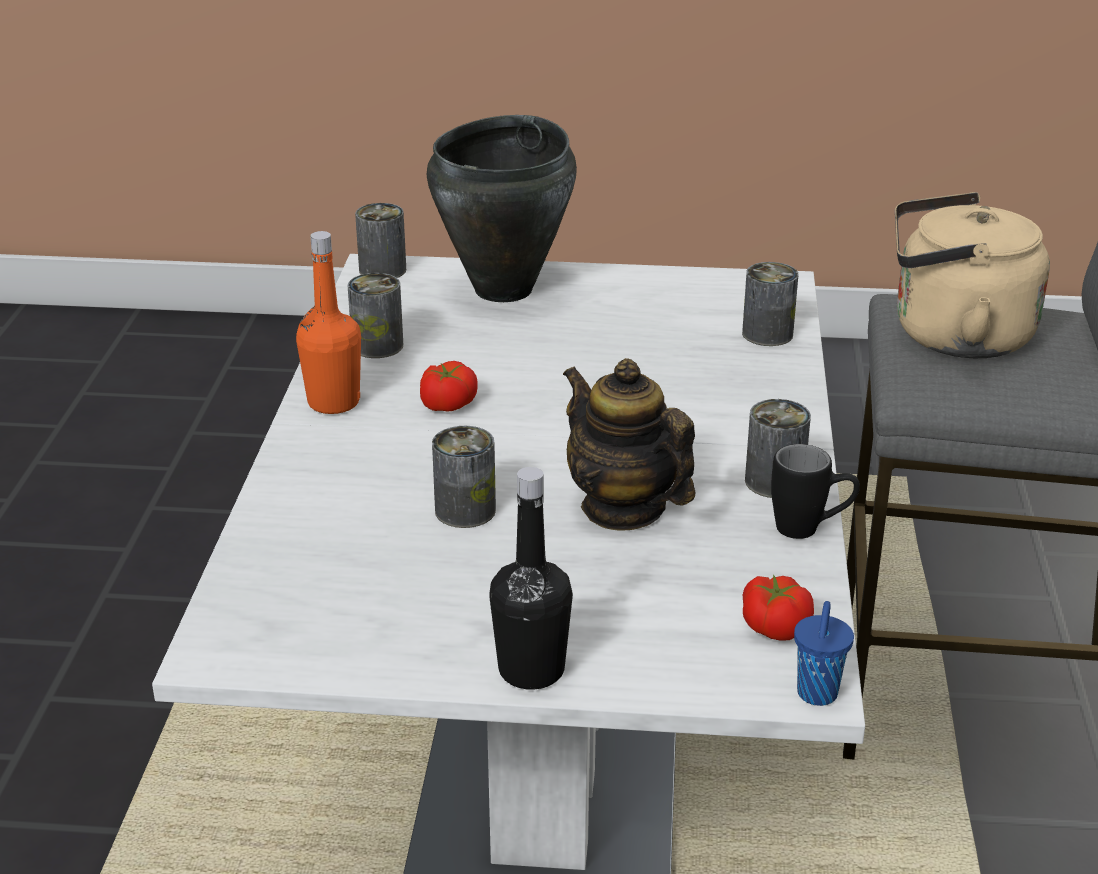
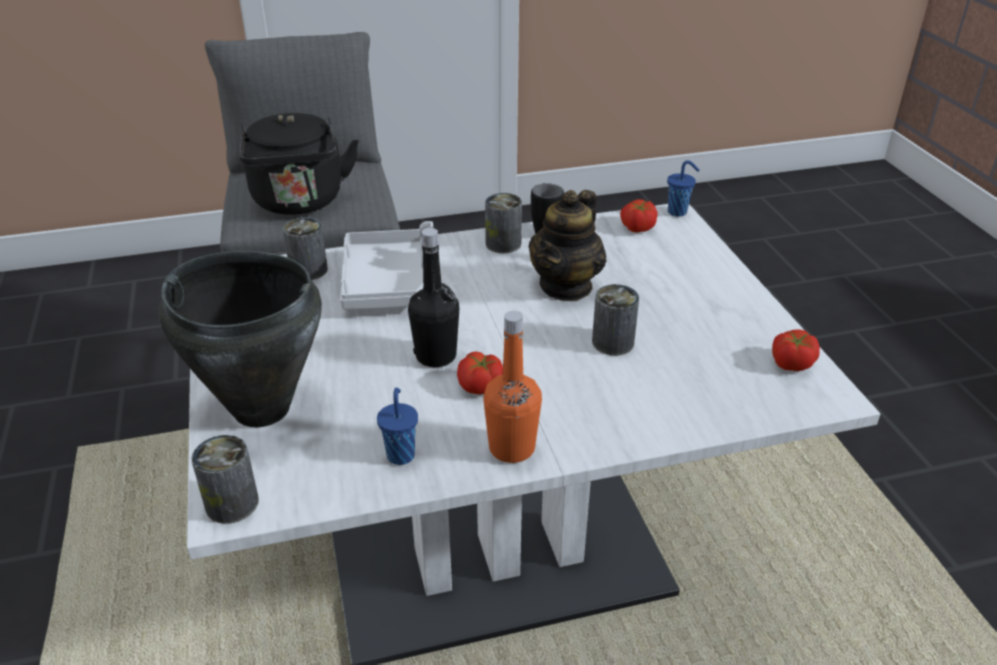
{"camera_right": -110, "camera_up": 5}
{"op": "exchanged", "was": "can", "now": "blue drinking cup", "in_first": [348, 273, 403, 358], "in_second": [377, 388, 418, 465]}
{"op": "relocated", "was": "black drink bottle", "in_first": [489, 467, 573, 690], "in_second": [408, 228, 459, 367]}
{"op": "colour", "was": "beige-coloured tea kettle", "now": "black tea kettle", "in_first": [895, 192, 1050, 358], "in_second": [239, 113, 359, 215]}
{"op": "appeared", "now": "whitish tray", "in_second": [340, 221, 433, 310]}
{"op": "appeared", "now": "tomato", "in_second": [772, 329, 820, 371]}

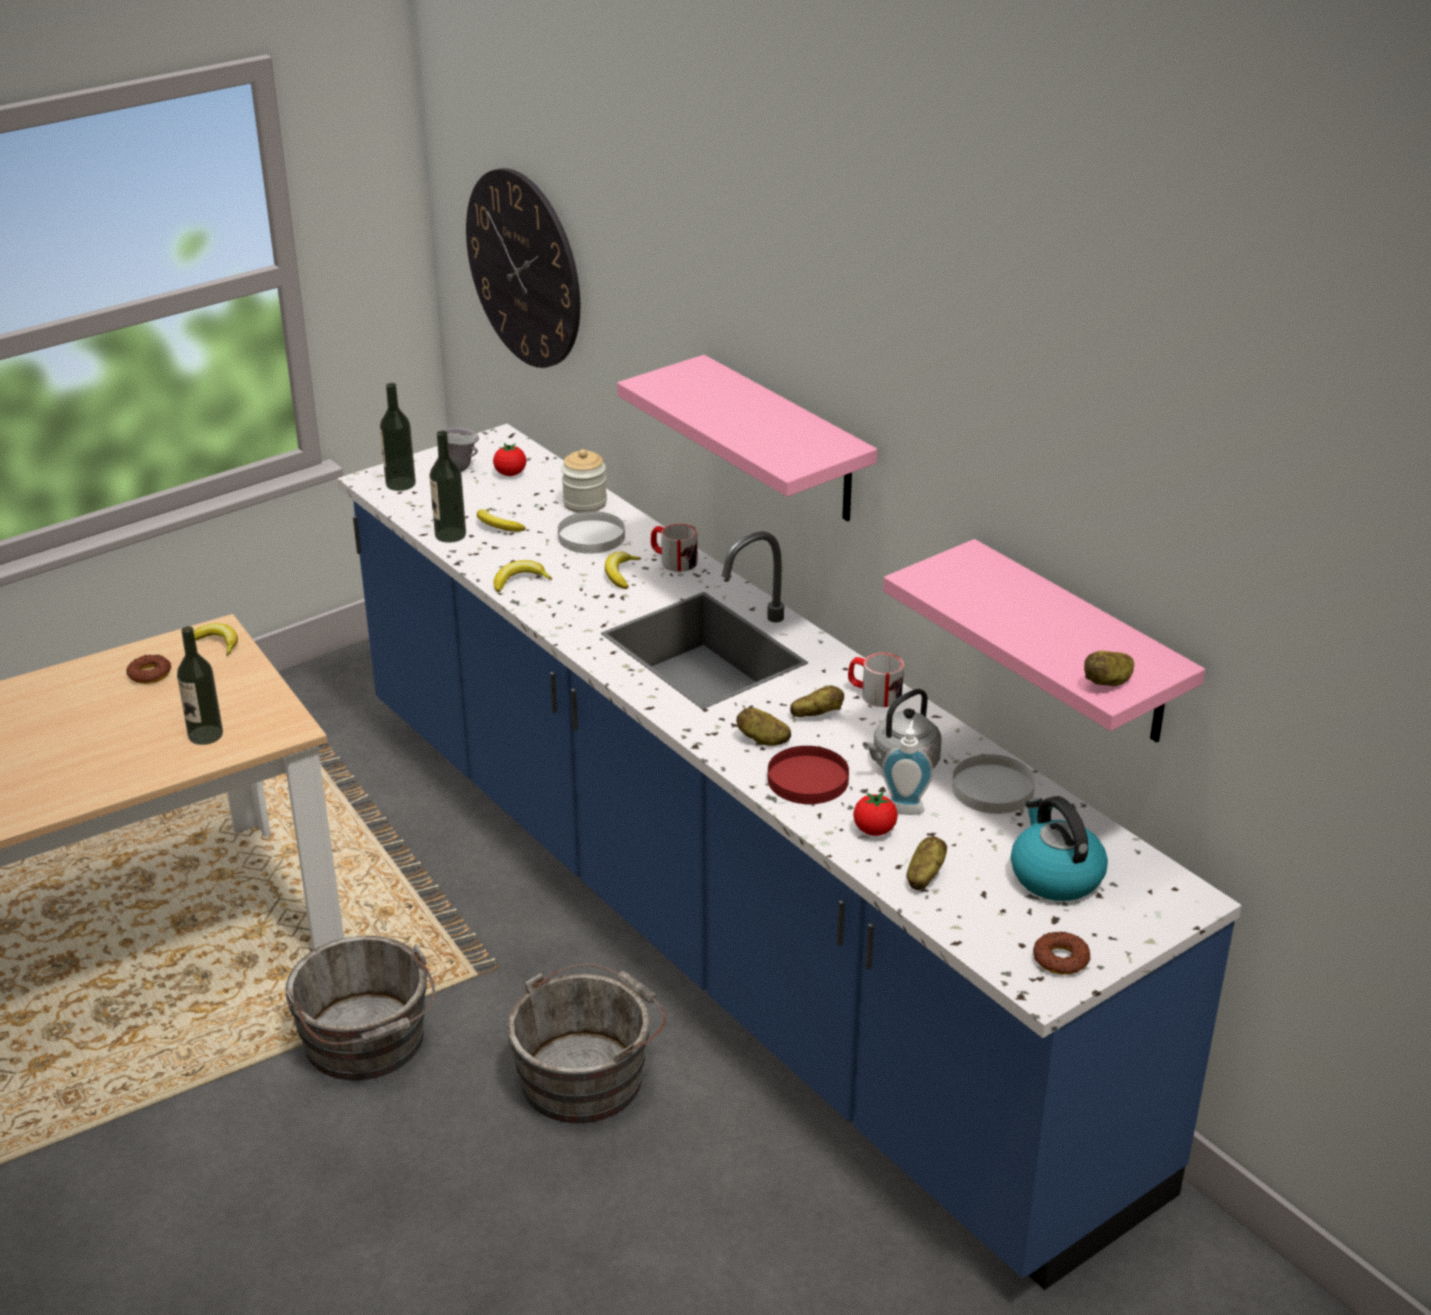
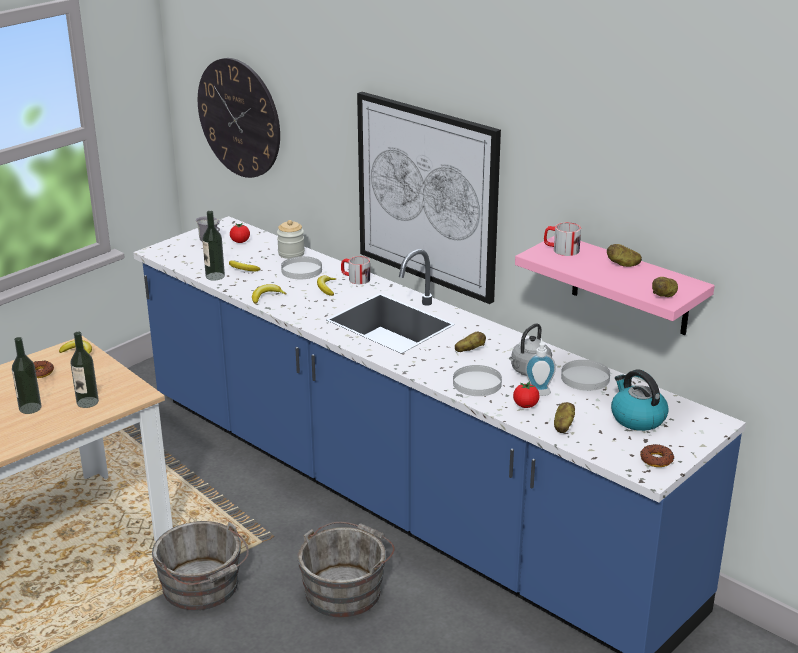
{"camera_right": -10, "camera_up": -5}
{"op": "relocated", "was": "drink bottle", "in_first": [380, 383, 416, 491], "in_second": [12, 337, 41, 414]}
{"op": "exchanged", "was": "pink wall shelf", "now": "picture", "in_first": [617, 355, 877, 521], "in_second": [357, 92, 501, 304]}
{"op": "relocated", "was": "spud", "in_first": [736, 708, 791, 746], "in_second": [607, 244, 642, 267]}
{"op": "colour", "was": "reddish flat dish", "now": "whitish flat dish", "in_first": [768, 746, 849, 804], "in_second": [453, 365, 502, 396]}
{"op": "relocated", "was": "mug", "in_first": [848, 653, 904, 707], "in_second": [544, 222, 581, 256]}

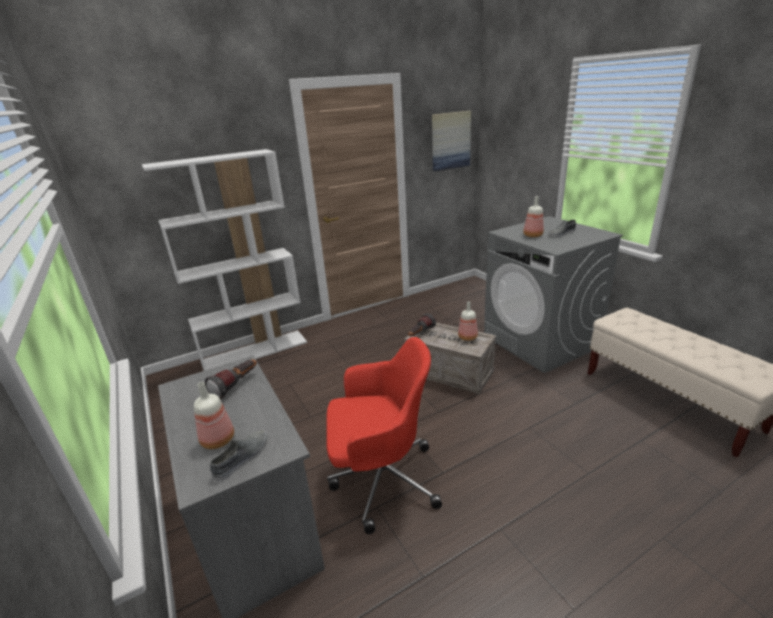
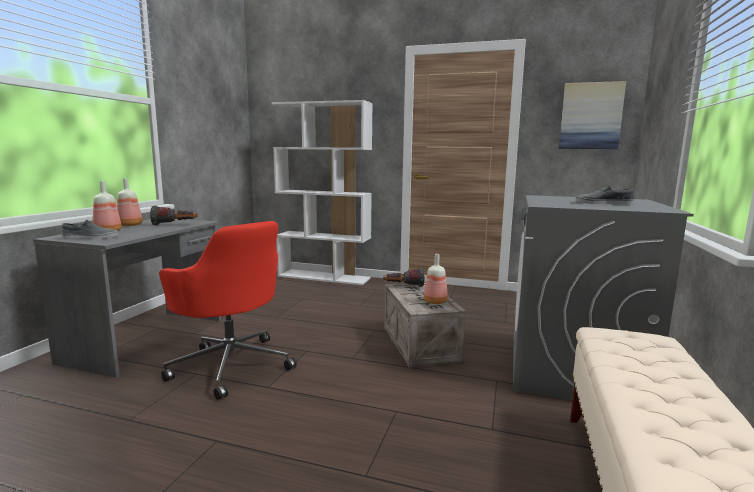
{"camera_right": 45, "camera_up": -15}
{"op": "relocated", "was": "drink bottle", "in_first": [523, 196, 544, 237], "in_second": [117, 178, 142, 226]}

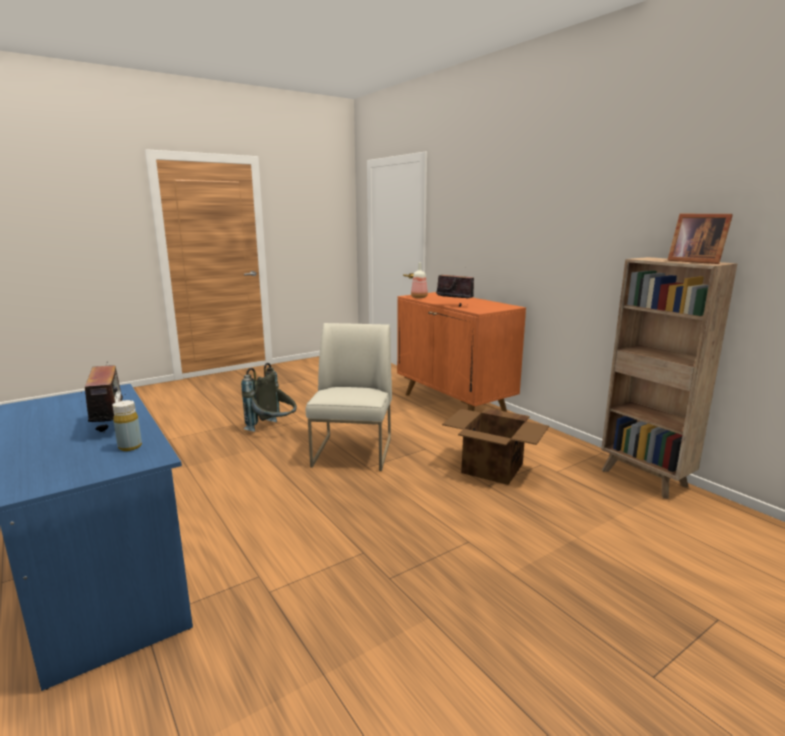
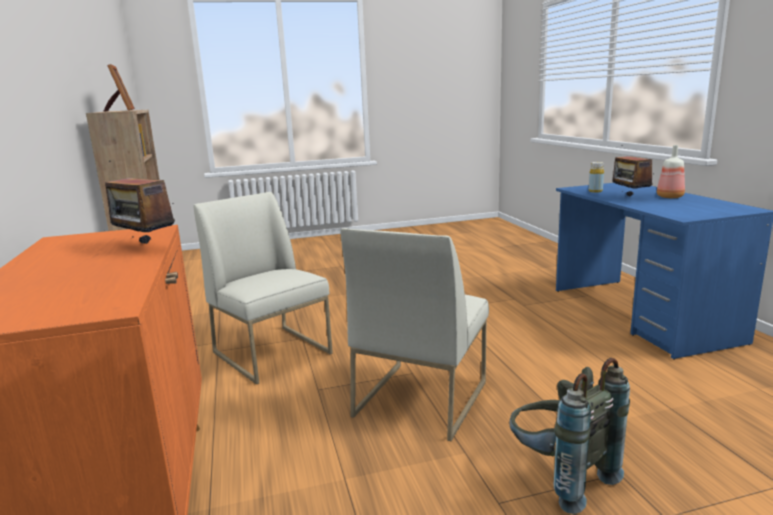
{"camera_right": -160, "camera_up": 0}
{"op": "relocated", "was": "drink bottle", "in_first": [411, 262, 428, 298], "in_second": [657, 145, 685, 198]}
{"op": "exchanged", "was": "packing box", "now": "whitish chair", "in_first": [442, 408, 549, 485], "in_second": [193, 192, 333, 384]}

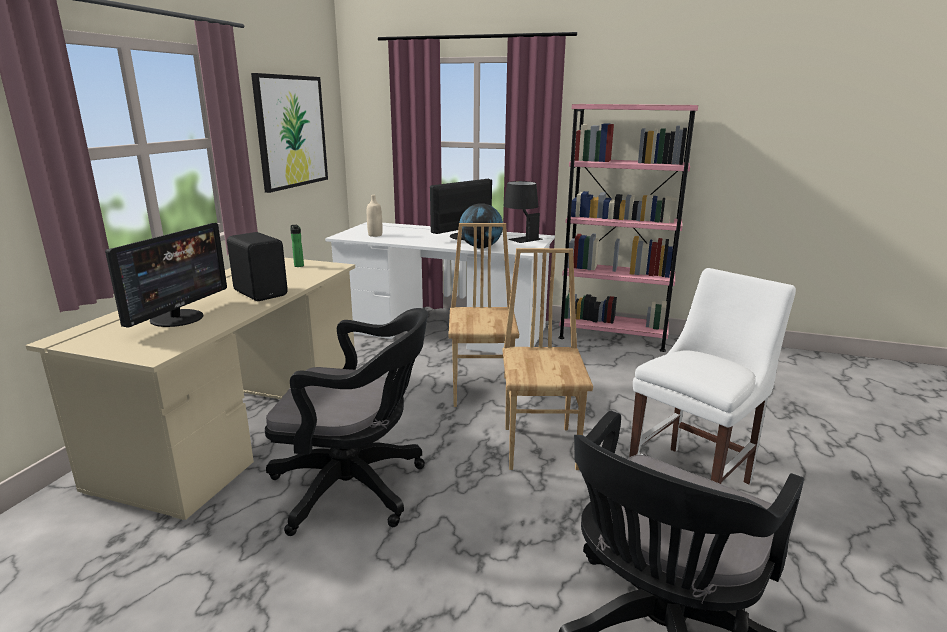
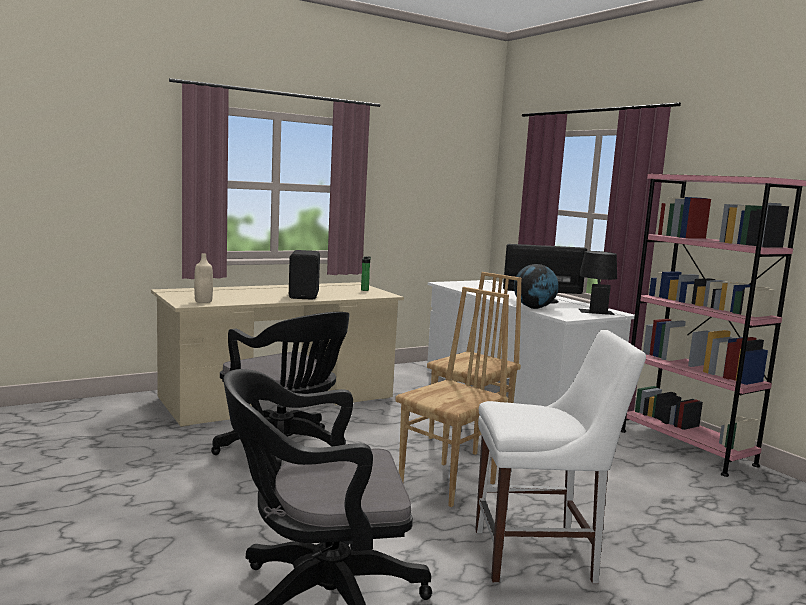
{"camera_right": 40, "camera_up": -10}
{"op": "missing", "was": "monitor", "in_first": [105, 223, 227, 327]}
{"op": "missing", "was": "picture", "in_first": [251, 73, 328, 193]}
{"op": "relocated", "was": "beige-coloured drink bottle", "in_first": [367, 195, 382, 237], "in_second": [194, 253, 213, 303]}

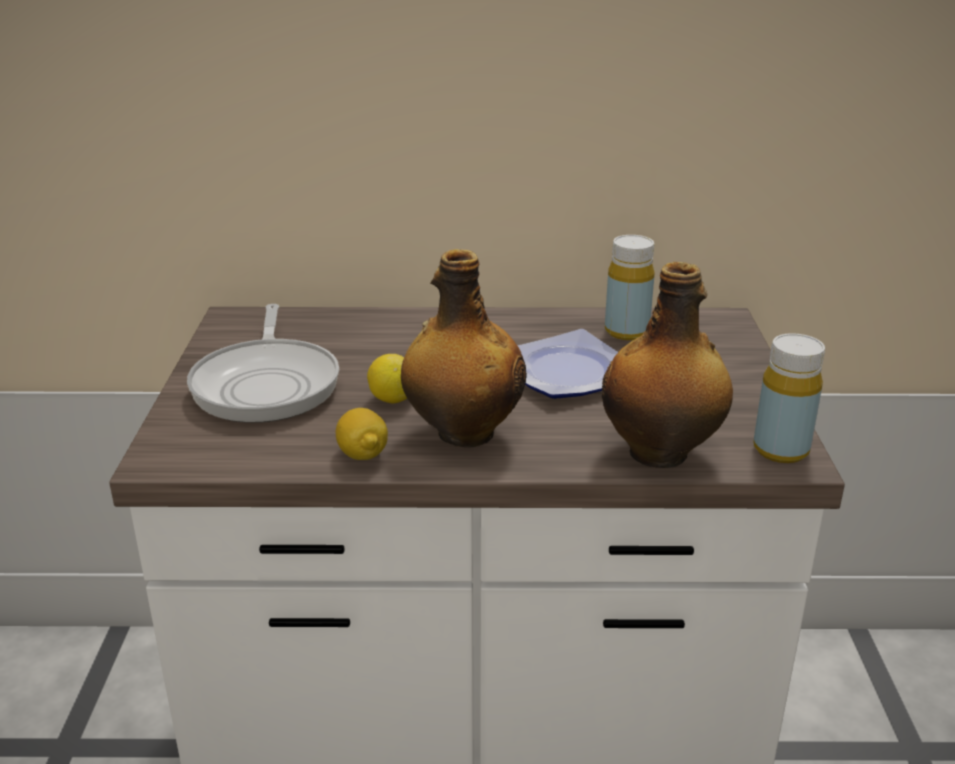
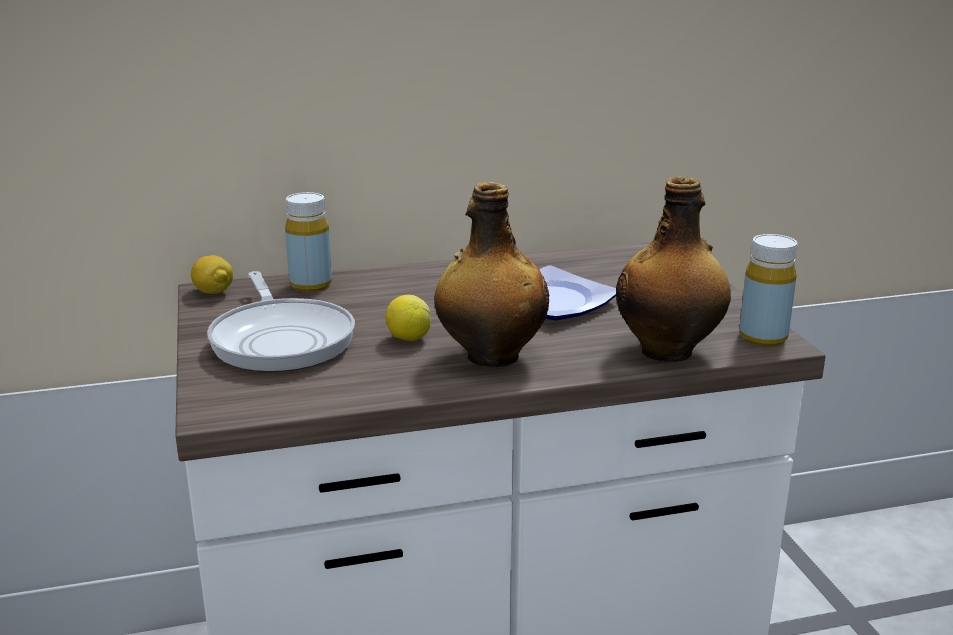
{"camera_right": -15, "camera_up": -5}
{"op": "relocated", "was": "citrus fruit", "in_first": [336, 408, 388, 460], "in_second": [191, 255, 233, 294]}
{"op": "relocated", "was": "yellow-coloured drink bottle", "in_first": [605, 235, 655, 340], "in_second": [285, 192, 332, 292]}

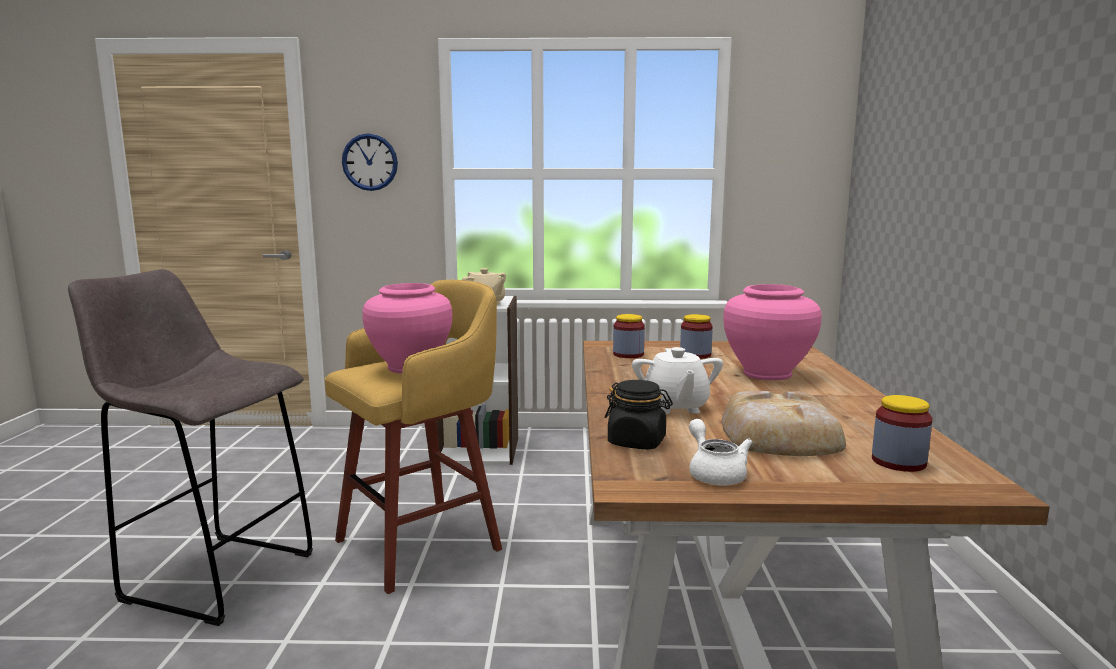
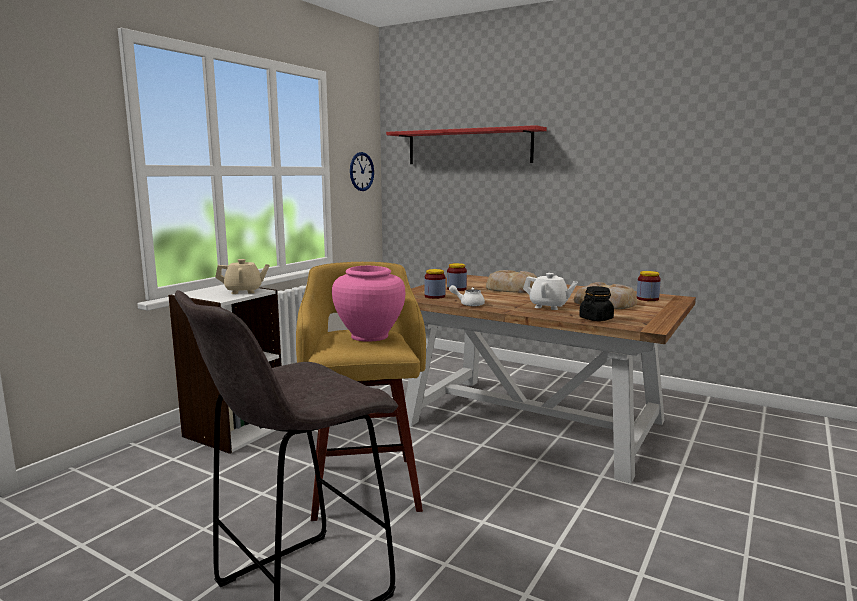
{"camera_right": -60, "camera_up": 0}
{"op": "relocated", "was": "clock on the wall", "in_first": [342, 133, 398, 191], "in_second": [350, 152, 374, 191]}
{"op": "relocated", "was": "whitish tea pot", "in_first": [689, 419, 752, 486], "in_second": [449, 285, 485, 306]}
{"op": "exchanged", "was": "pink flower vase", "now": "bakery bread", "in_first": [723, 284, 822, 380], "in_second": [486, 270, 537, 293]}
{"op": "appeared", "now": "reddish wall shelf", "in_second": [386, 125, 547, 164]}

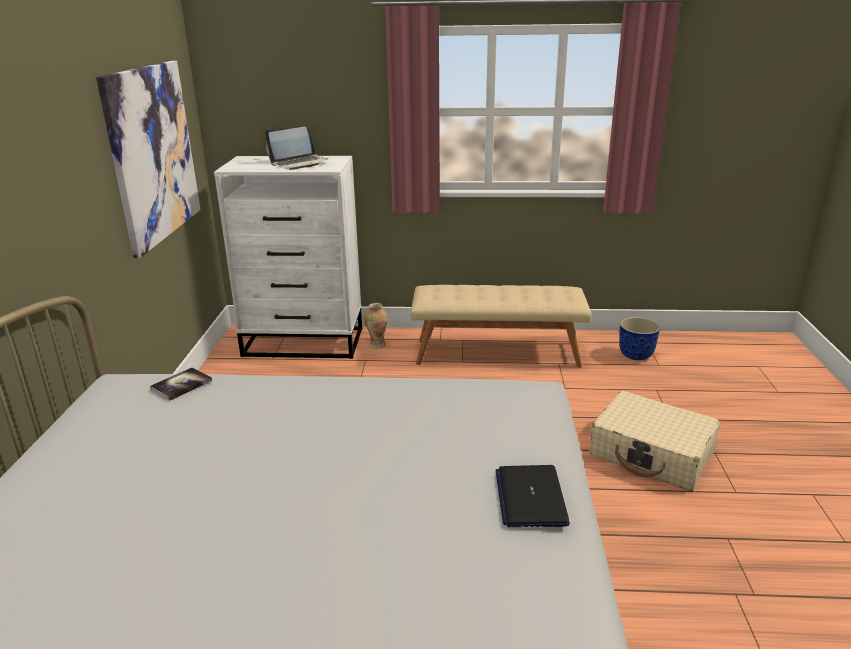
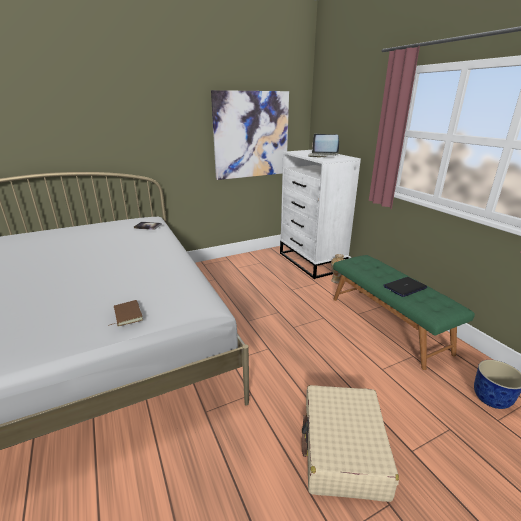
{"camera_right": 60, "camera_up": 0}
{"op": "colour", "was": "beige-coloured bench", "now": "greenish bench", "in_first": [411, 285, 592, 368], "in_second": [333, 255, 475, 370]}
{"op": "relocated", "was": "notebook computer", "in_first": [496, 465, 570, 527], "in_second": [383, 277, 427, 297]}
{"op": "appeared", "now": "brown volume", "in_second": [110, 300, 143, 326]}

